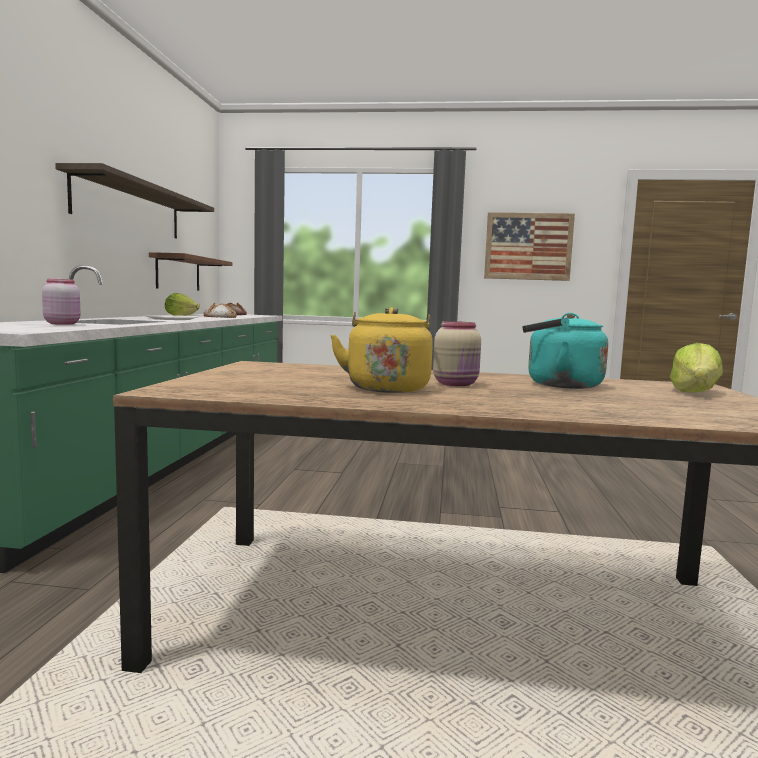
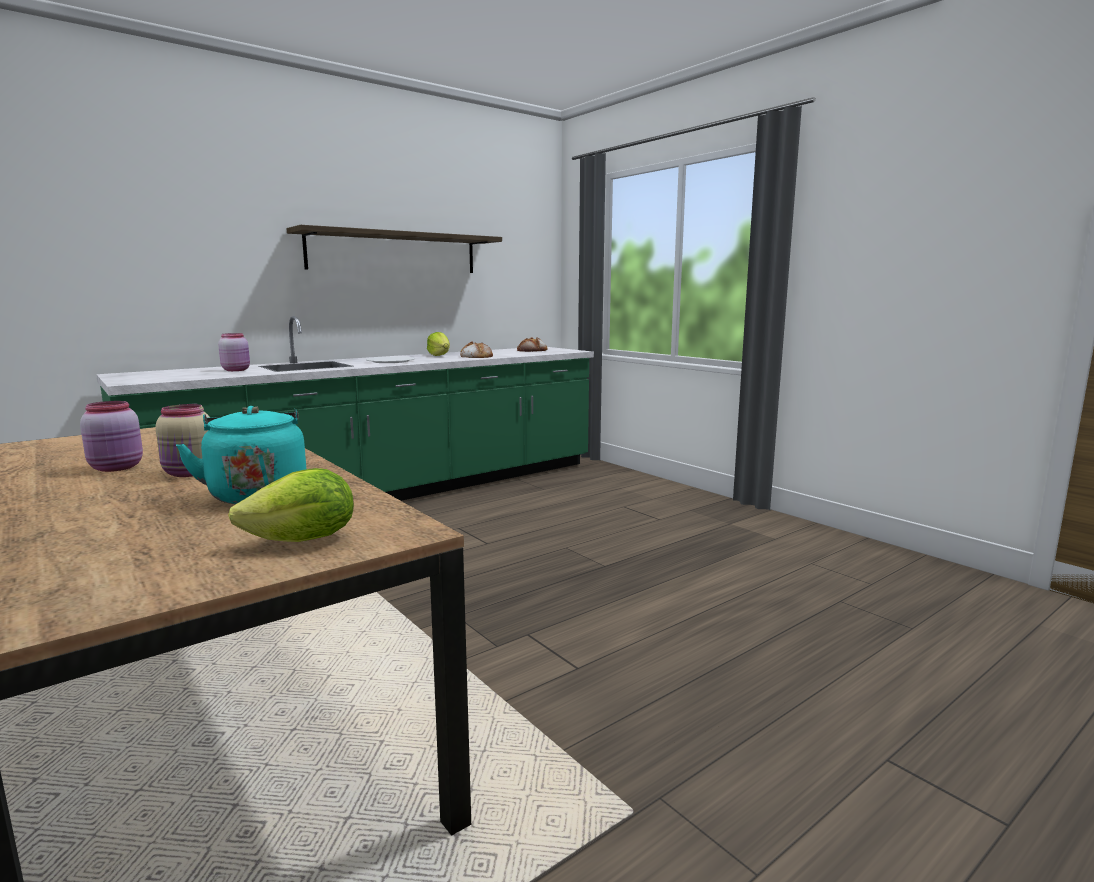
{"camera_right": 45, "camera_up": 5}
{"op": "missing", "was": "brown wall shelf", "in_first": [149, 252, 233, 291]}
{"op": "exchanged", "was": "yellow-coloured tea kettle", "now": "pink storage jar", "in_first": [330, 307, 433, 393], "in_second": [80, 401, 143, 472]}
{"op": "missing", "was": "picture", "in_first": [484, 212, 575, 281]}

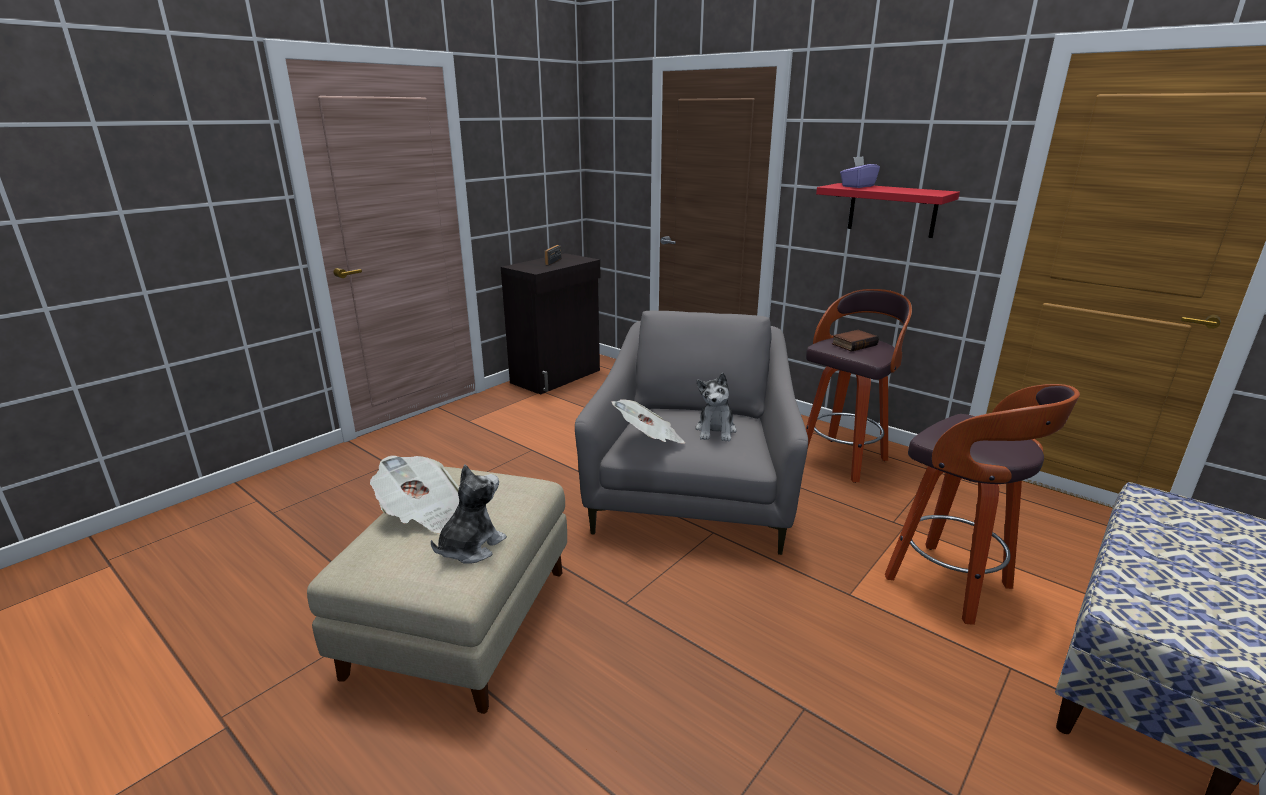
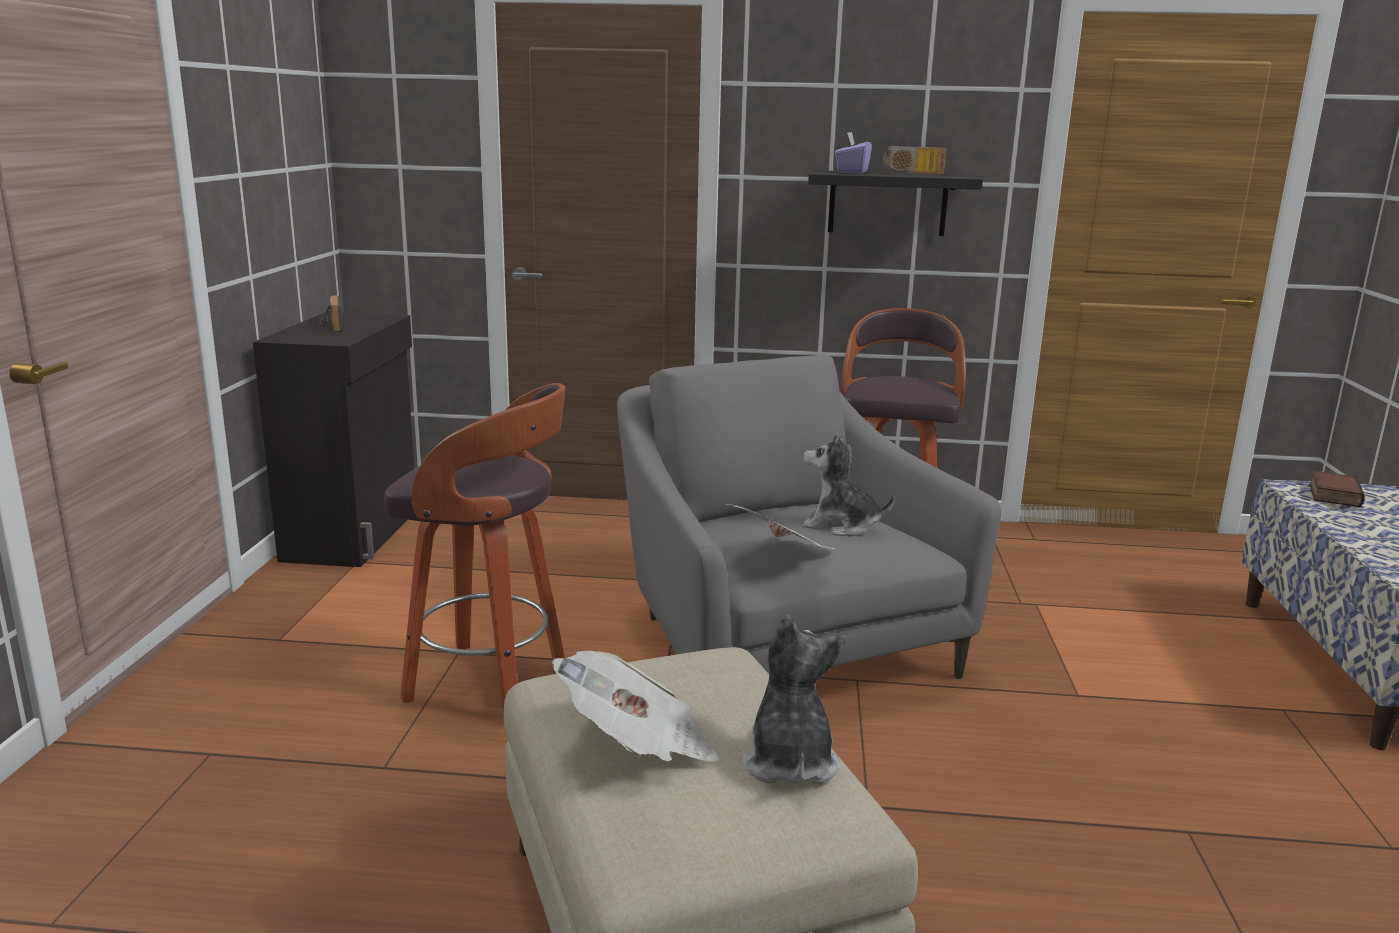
{"camera_right": -35, "camera_up": -5}
{"op": "spun", "was": "soft toy", "in_first": [695, 373, 737, 441], "in_second": [803, 432, 895, 536], "clockwise": 135}
{"op": "colour", "was": "reddish wall shelf", "now": "black wall shelf", "in_first": [816, 183, 960, 238], "in_second": [808, 170, 983, 236]}
{"op": "relocated", "was": "volume", "in_first": [832, 330, 879, 352], "in_second": [1310, 471, 1365, 507]}
{"op": "relocated", "was": "stool", "in_first": [885, 384, 1080, 625], "in_second": [384, 383, 565, 717]}
{"op": "appeared", "now": "radio set", "in_second": [883, 146, 946, 175]}

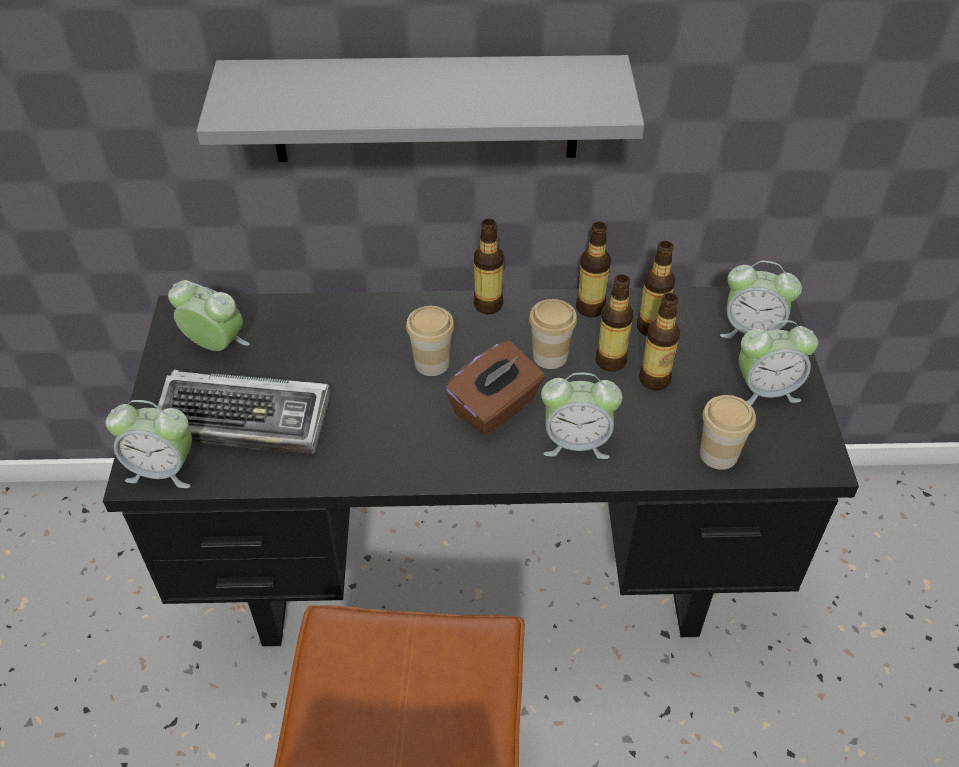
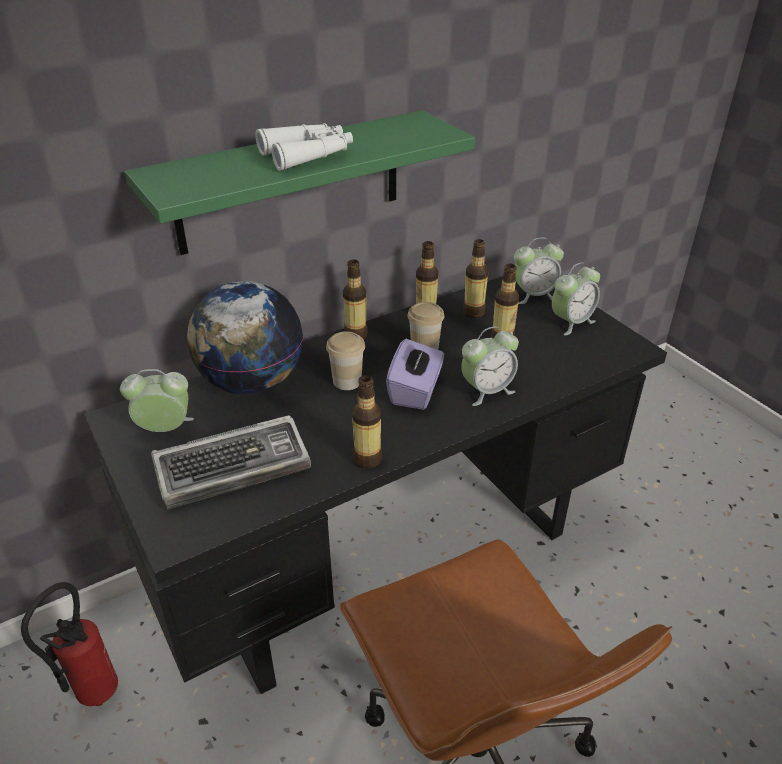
{"camera_right": -30, "camera_up": -10}
{"op": "missing", "was": "bedside clock", "in_first": [105, 400, 192, 488]}
{"op": "colour", "was": "grey wall shelf", "now": "greenish wall shelf", "in_first": [196, 55, 644, 162], "in_second": [125, 110, 475, 255]}
{"op": "colour", "was": "brown tissue holder", "now": "purple-coloured tissue holder", "in_first": [445, 340, 545, 436], "in_second": [386, 339, 444, 410]}
{"op": "relocated", "was": "drink bottle", "in_first": [595, 274, 633, 372], "in_second": [352, 375, 382, 469]}
{"op": "missing", "was": "drinking cup", "in_first": [700, 395, 756, 470]}
{"op": "appeared", "now": "fire extinguisher", "in_second": [21, 582, 118, 706]}
{"op": "appeared", "now": "desk globe", "in_second": [187, 281, 303, 395]}
{"op": "appeared", "now": "whitish binoculars", "in_second": [255, 123, 353, 171]}

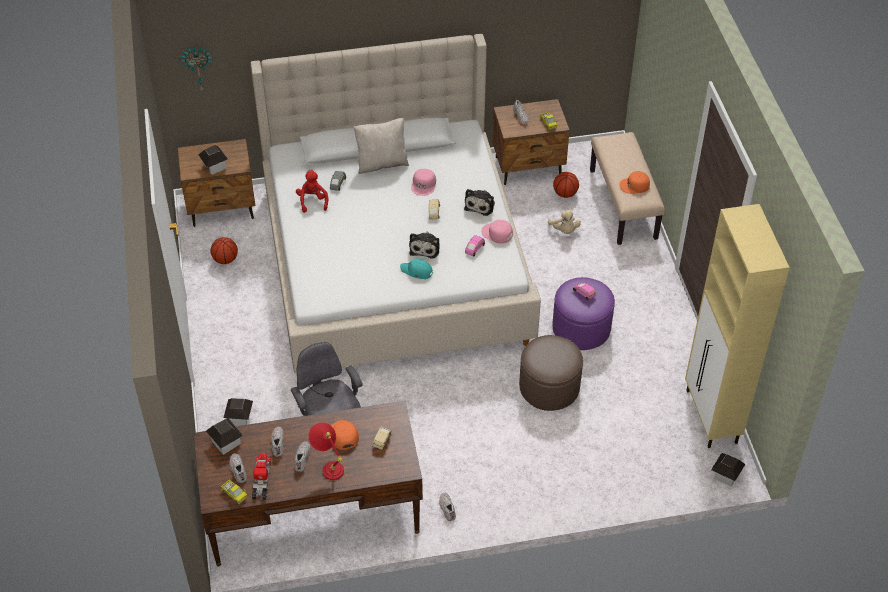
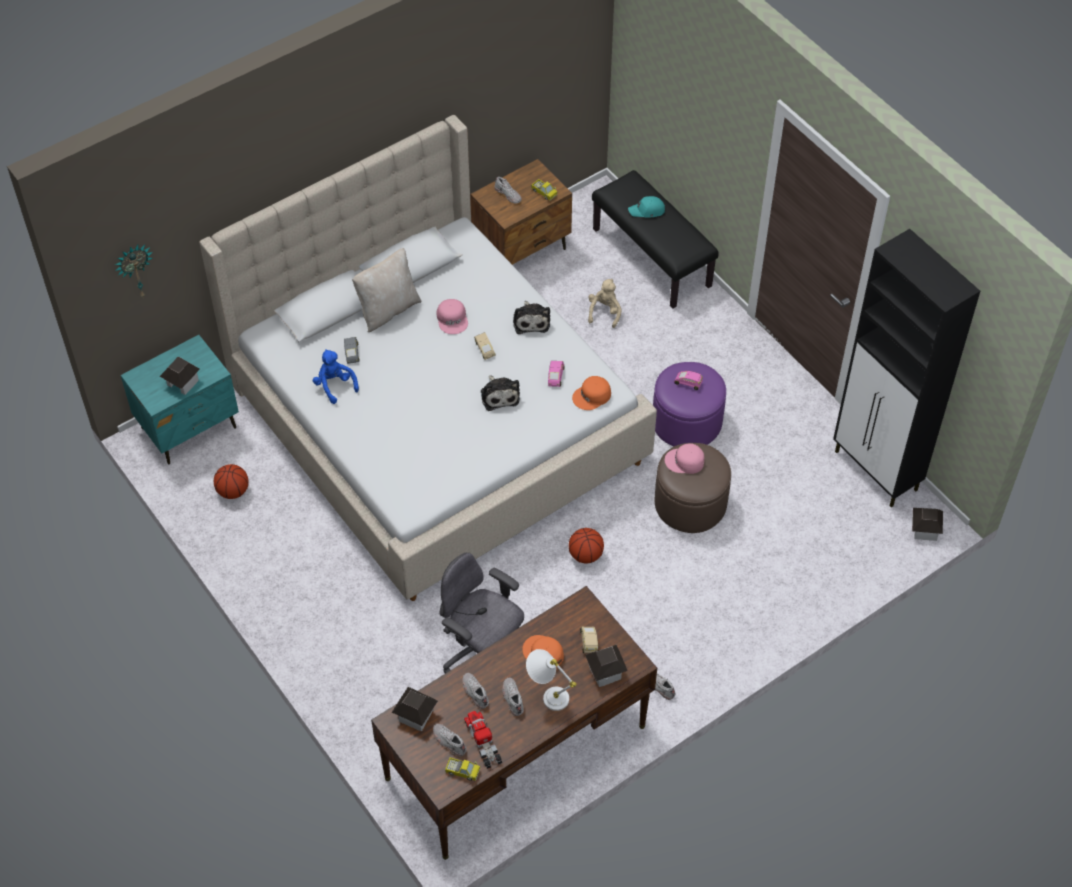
{"camera_right": -25, "camera_up": 5}
{"op": "colour", "was": "brown bedside table", "now": "blue-green bedside table", "in_first": [178, 139, 255, 227], "in_second": [121, 335, 239, 464]}
{"op": "relocated", "was": "miniature house", "in_first": [223, 398, 253, 426], "in_second": [585, 645, 628, 687]}
{"op": "colour", "was": "reddish soft toy", "now": "blue soft toy", "in_first": [296, 170, 328, 213], "in_second": [313, 349, 359, 404]}
{"op": "colour", "was": "reddish lamp for a table", "now": "whitish lamp for a table", "in_first": [308, 422, 344, 480], "in_second": [526, 649, 577, 711]}
{"op": "relocated", "was": "blue-green peaked cap", "in_first": [400, 258, 433, 279], "in_second": [628, 196, 665, 218]}
{"op": "relocated", "was": "pink peaked cap", "in_first": [482, 220, 513, 244], "in_second": [665, 443, 704, 474]}
{"op": "spun", "was": "beige-coloured soft toy", "in_first": [548, 209, 581, 234], "in_second": [588, 279, 622, 328], "clockwise": -120}
{"op": "relocated", "was": "basketball", "in_first": [553, 172, 579, 198], "in_second": [569, 528, 604, 563]}
{"op": "colour", "was": "beige-coloured bench", "now": "black bench", "in_first": [590, 132, 665, 245], "in_second": [592, 170, 719, 309]}
{"op": "relocated", "was": "orangey peaked cap", "in_first": [619, 171, 650, 194], "in_second": [572, 376, 611, 410]}
{"op": "colour", "was": "beige-coloured storage cabinet", "now": "black storage cabinet", "in_first": [685, 204, 790, 448], "in_second": [833, 229, 980, 507]}

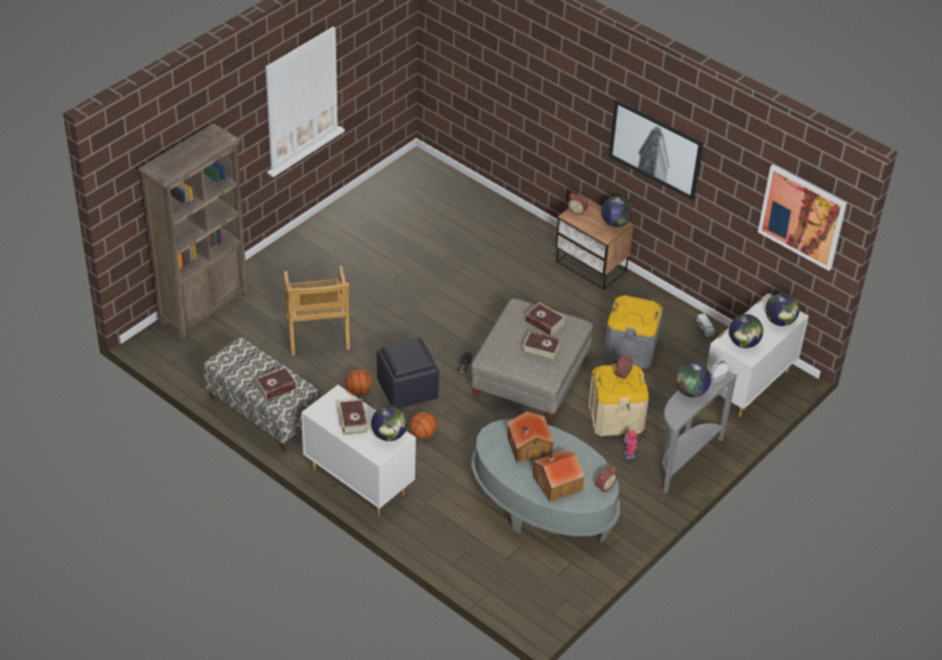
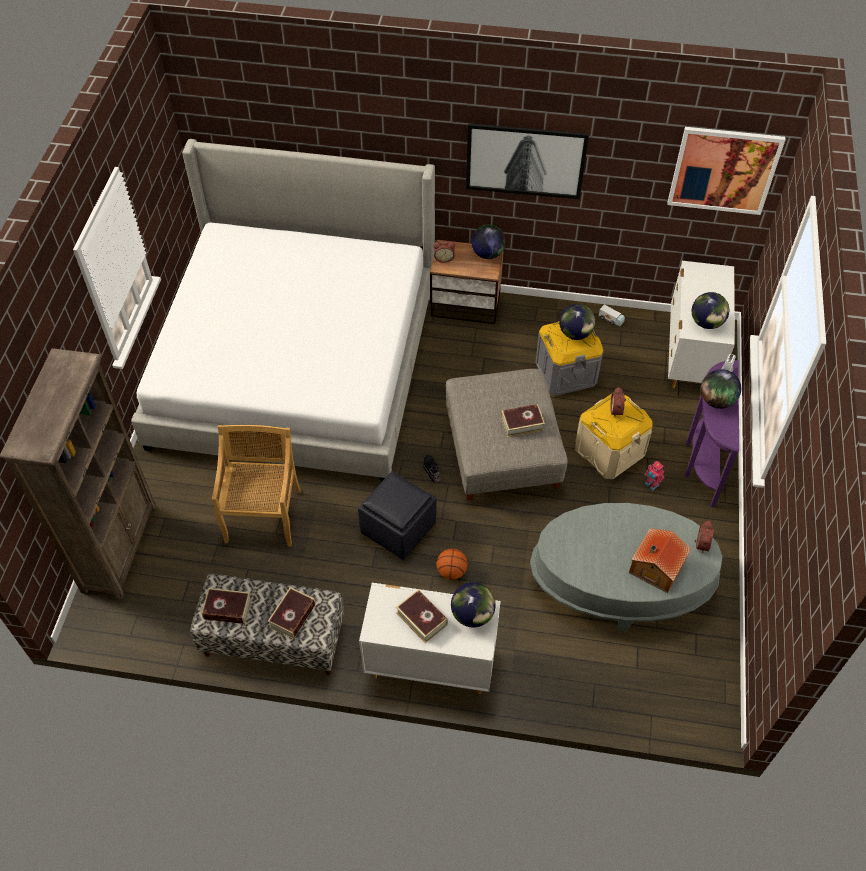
{"camera_right": -30, "camera_up": 10}
{"op": "spun", "was": "beige-coloured chair", "in_first": [284, 266, 350, 355], "in_second": [212, 425, 301, 546], "clockwise": -135}
{"op": "missing", "was": "basketball", "in_first": [345, 369, 372, 396]}
{"op": "missing", "was": "miniature house", "in_first": [507, 411, 554, 463]}
{"op": "relocated", "was": "volume", "in_first": [525, 303, 565, 336], "in_second": [202, 588, 252, 624]}
{"op": "colour", "was": "grey console table", "now": "purple-coloured console table", "in_first": [662, 370, 738, 493], "in_second": [685, 360, 739, 508]}
{"op": "relocated", "was": "desk globe", "in_first": [765, 293, 799, 326], "in_second": [559, 304, 595, 340]}
{"op": "appeared", "now": "sleeping bed", "in_second": [131, 139, 435, 482]}

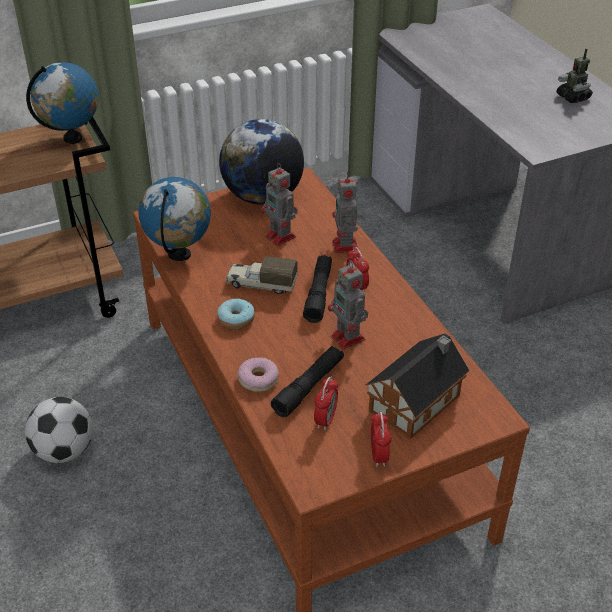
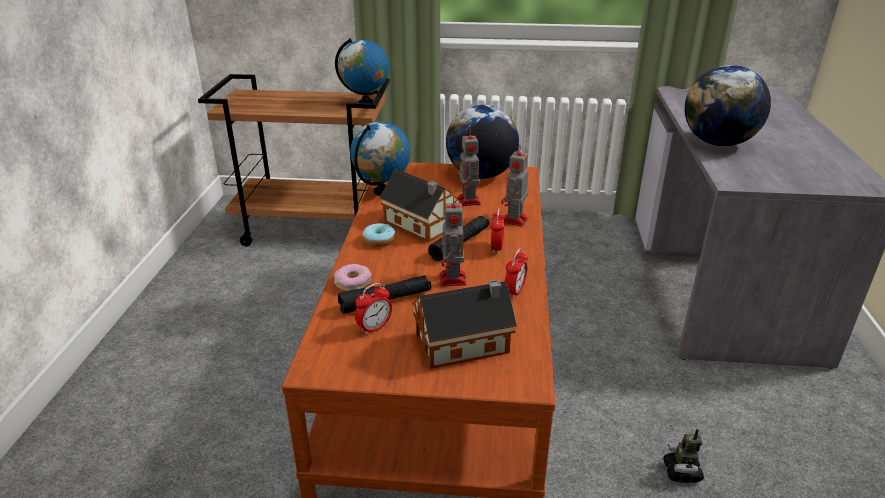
{"camera_right": 30, "camera_up": -10}
{"op": "missing", "was": "ball for football", "in_first": [25, 397, 93, 463]}
{"op": "exchanged", "was": "toy truck", "now": "miniature house", "in_first": [226, 256, 298, 294], "in_second": [379, 170, 461, 242]}
{"op": "relocated", "was": "bedside clock", "in_first": [371, 411, 392, 467], "in_second": [505, 248, 528, 299]}
{"op": "relocated", "was": "toy robot", "in_first": [556, 49, 593, 103], "in_second": [663, 429, 704, 483]}
{"op": "appeared", "now": "desk globe", "in_second": [685, 65, 771, 146]}

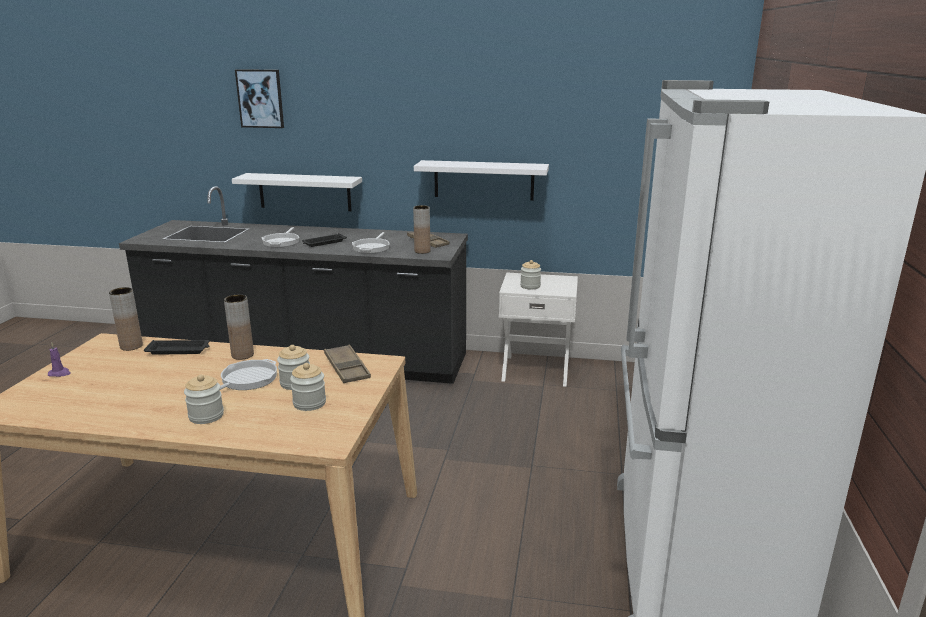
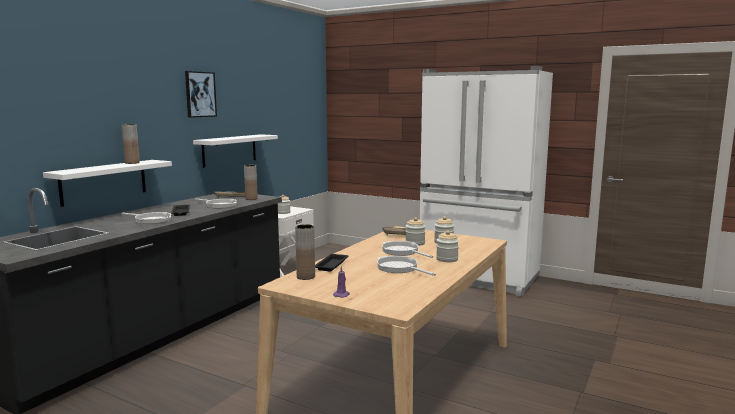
{"camera_right": -70, "camera_up": -10}
{"op": "relocated", "was": "brown flower vase", "in_first": [224, 295, 254, 360], "in_second": [122, 124, 140, 164]}
{"op": "relocated", "was": "picture", "in_first": [235, 69, 284, 128], "in_second": [185, 71, 217, 118]}
{"op": "appeared", "now": "pan", "in_second": [377, 256, 436, 276]}

